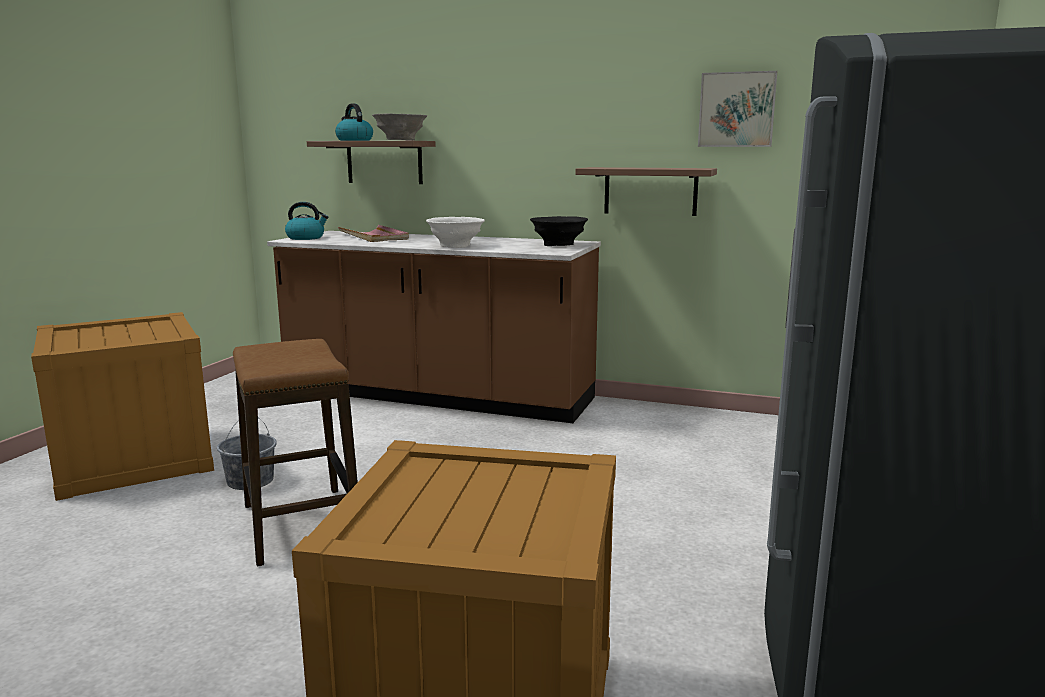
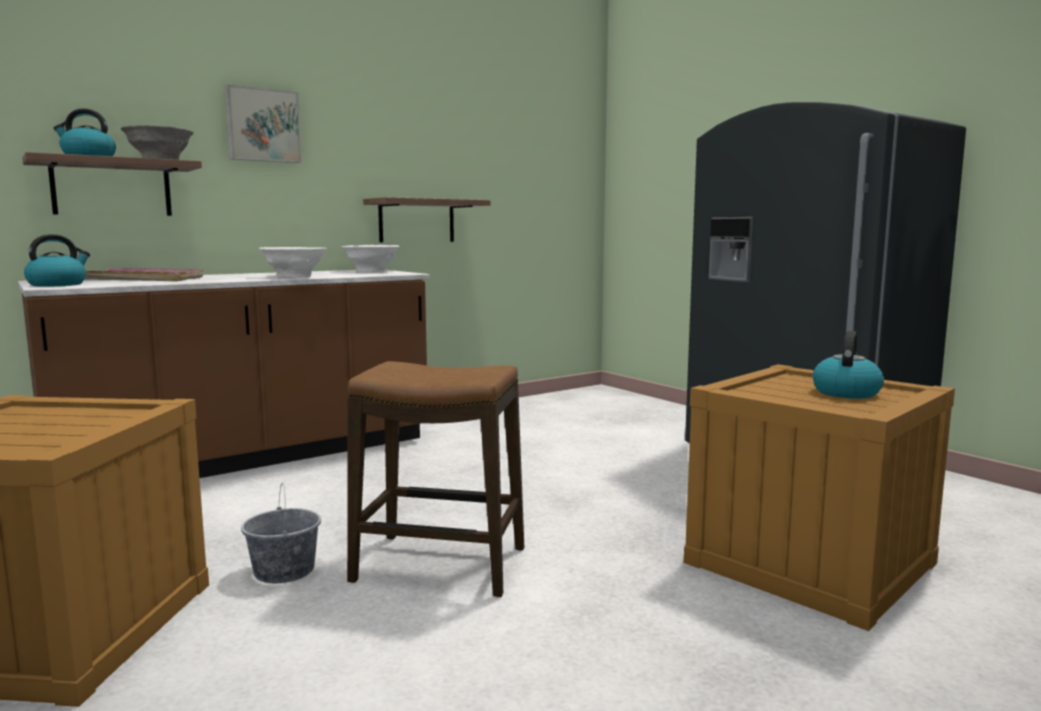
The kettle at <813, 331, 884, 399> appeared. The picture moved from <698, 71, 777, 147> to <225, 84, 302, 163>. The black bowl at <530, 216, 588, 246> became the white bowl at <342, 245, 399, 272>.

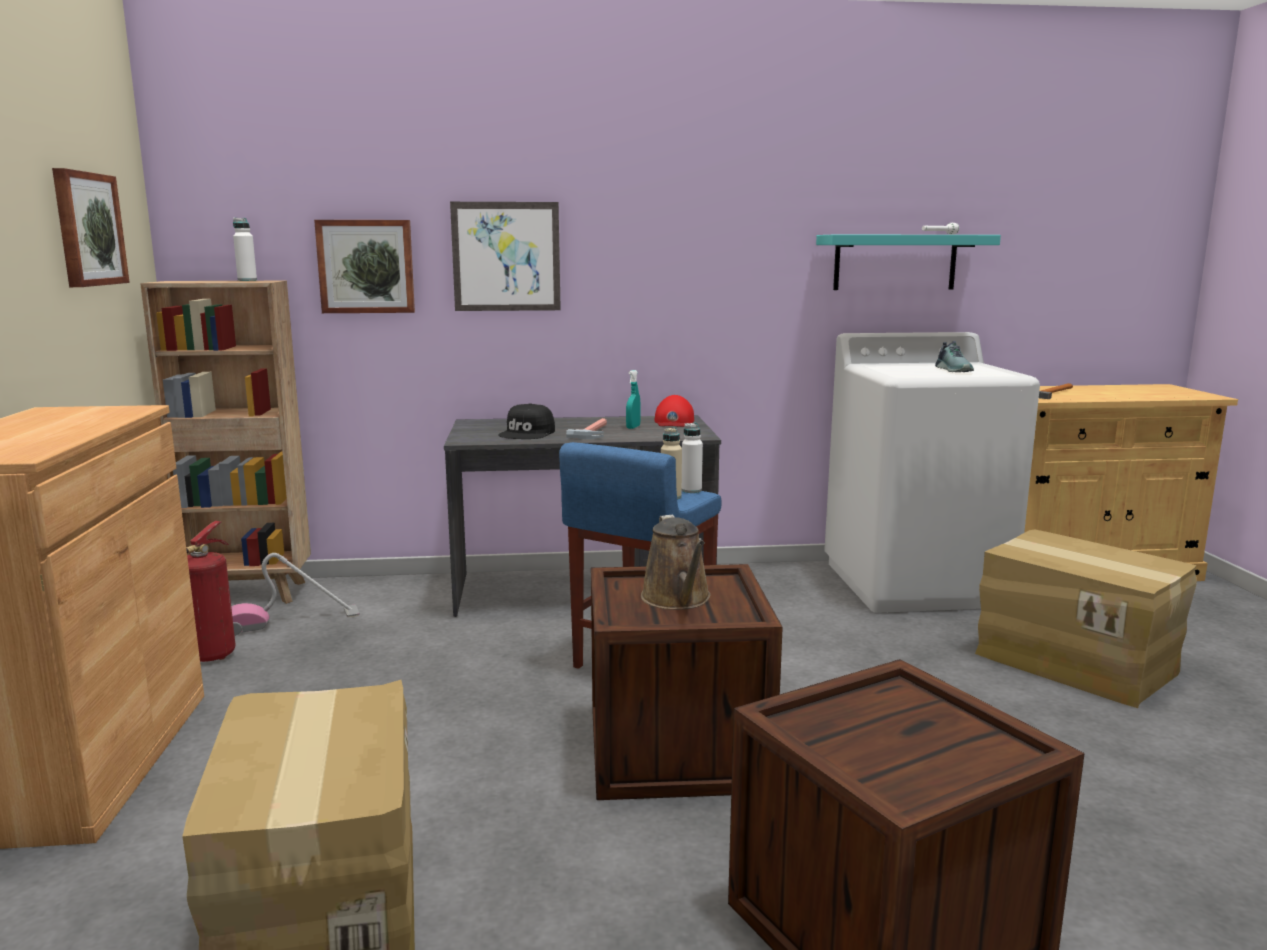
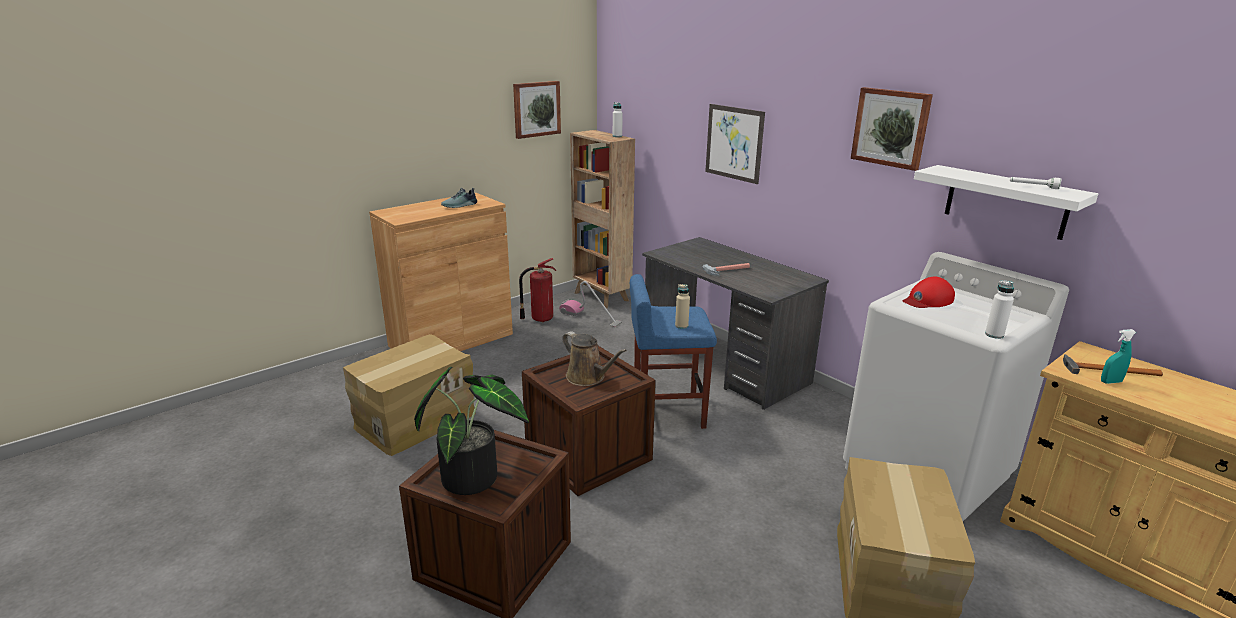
The black cap at <498, 403, 555, 439> disappeared. The potted plant at <414, 367, 529, 495> appeared. The picture moved from <314, 220, 415, 313> to <851, 87, 933, 171>. The turquoise spray bottle moved from <626, 370, 641, 429> to <1101, 329, 1136, 384>. The red cap moved from <654, 395, 694, 427> to <902, 277, 955, 308>. The white bottle moved from <682, 423, 703, 493> to <985, 280, 1014, 339>. The shoe moved from <935, 341, 974, 372> to <441, 188, 477, 208>. The turquoise shelf at <816, 235, 1001, 290> became the white shelf at <914, 165, 1098, 240>. The brown watering can at <641, 515, 711, 610> turned 90 degrees counterclockwise.

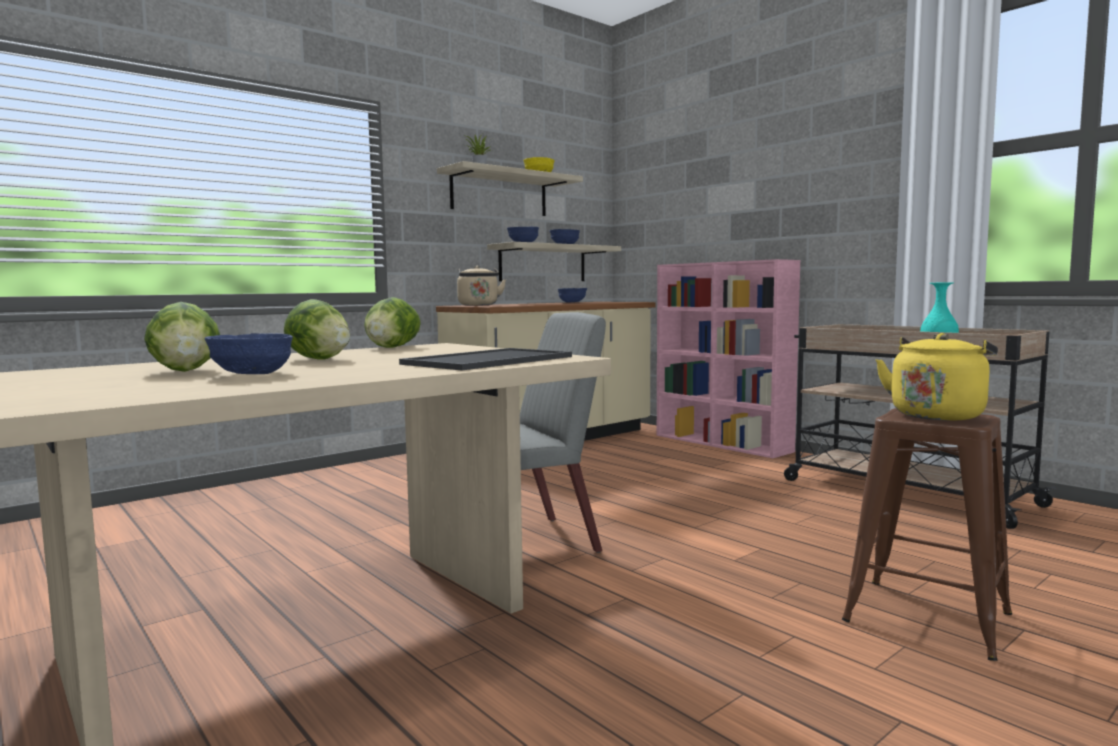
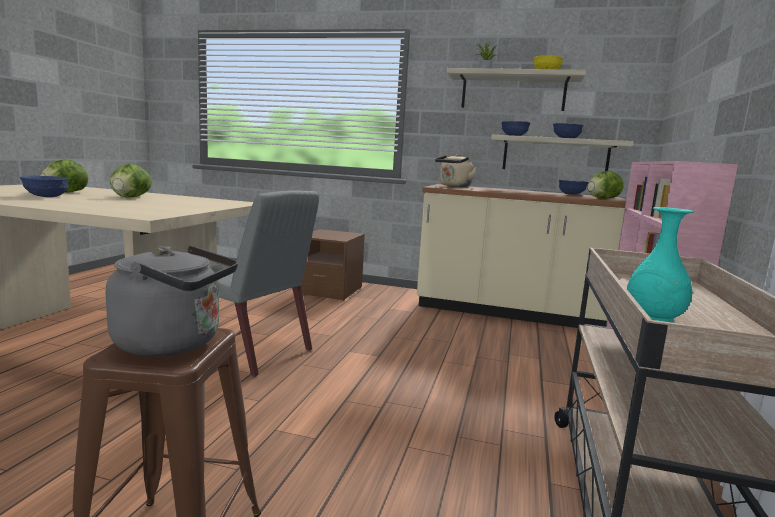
The tray at <399, 348, 572, 370> disappeared. The brown nightstand at <301, 229, 365, 301> appeared. The lettuce moved from <364, 297, 421, 348> to <587, 171, 624, 199>. The yellow kettle at <876, 333, 998, 421> became the grey kettle at <106, 245, 238, 356>.

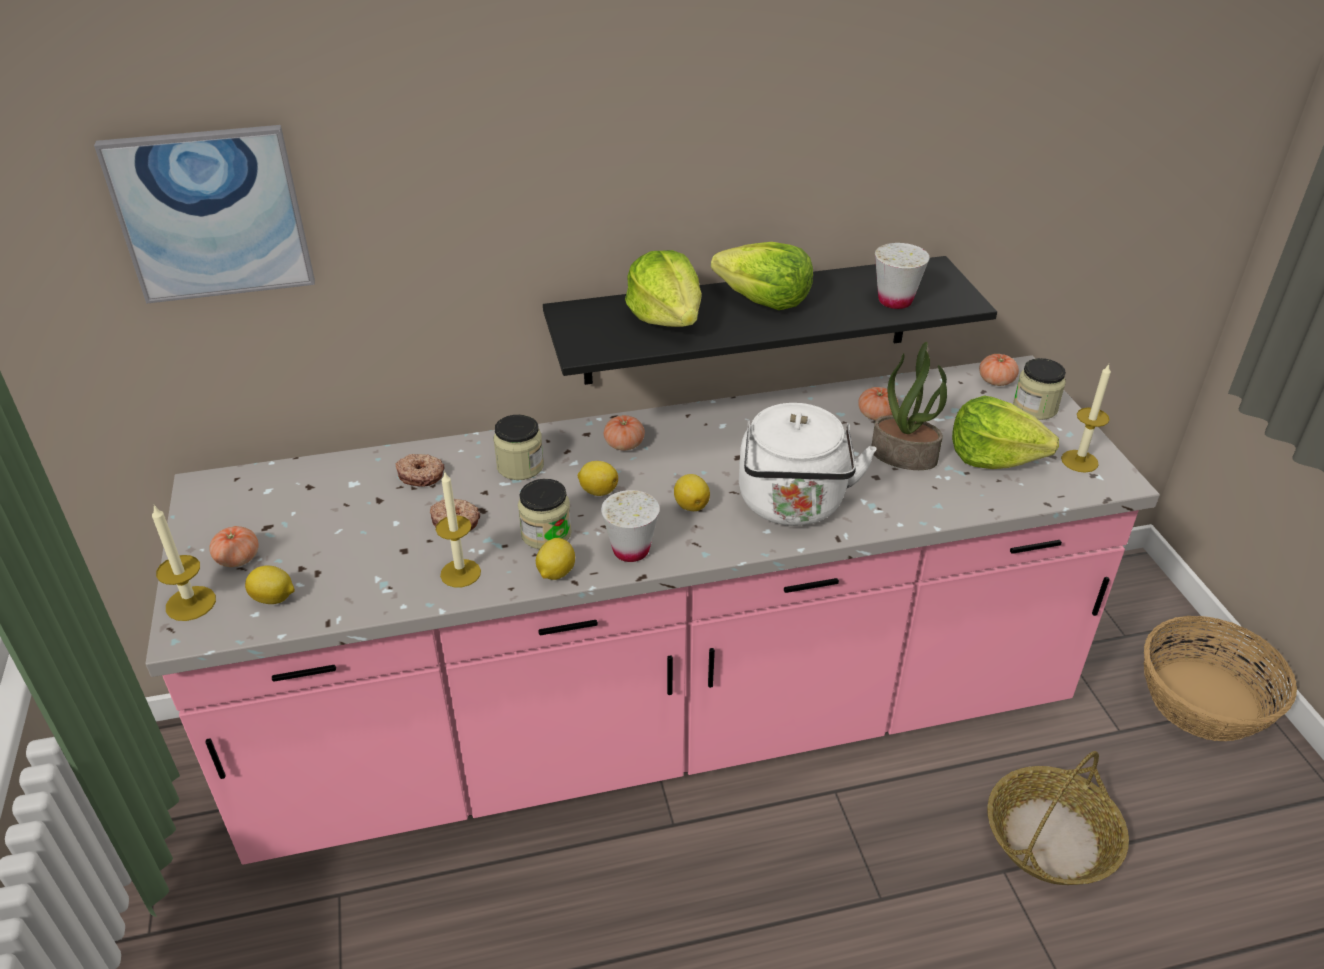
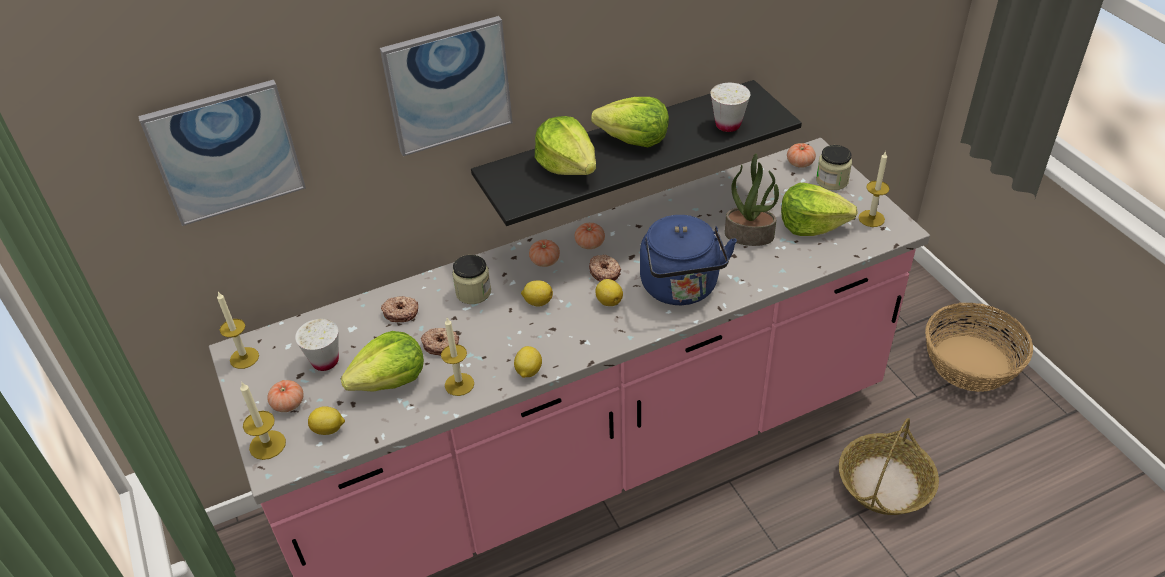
The jar at <518, 479, 572, 549> disappeared. The candle at <217, 292, 259, 369> appeared. The lettuce at <341, 331, 424, 392> appeared. The picture at <380, 16, 513, 156> appeared. The donut at <589, 255, 621, 282> appeared. The white cup moved from <601, 490, 659, 562> to <295, 319, 339, 371>. The tomato moved from <858, 387, 898, 420> to <575, 223, 605, 249>. The white kettle at <739, 403, 877, 526> became the blue kettle at <640, 215, 737, 305>.

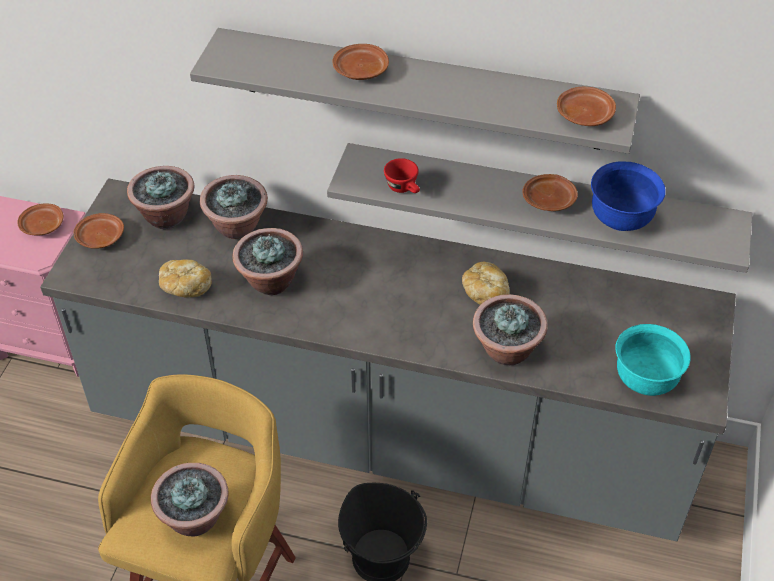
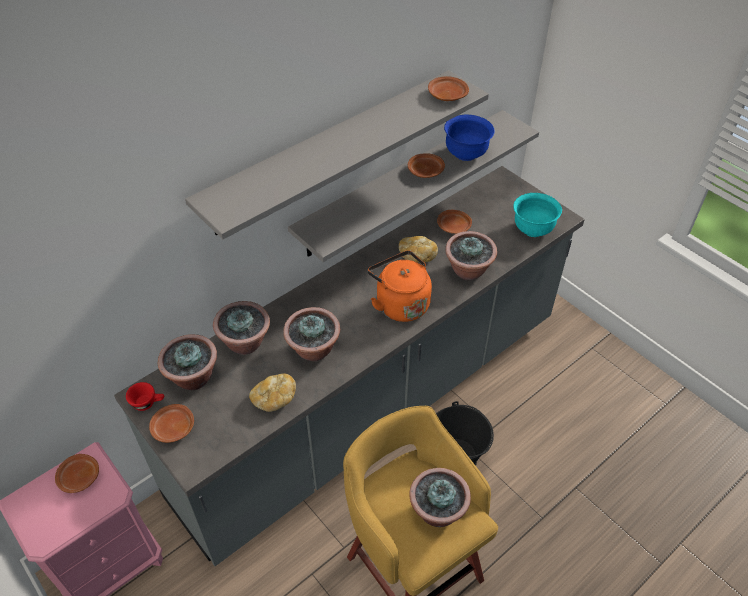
The orange kettle at <368, 250, 432, 322> appeared. The brown plate moved from <332, 44, 389, 80> to <437, 210, 472, 234>. The red cup moved from <384, 158, 420, 193> to <126, 382, 164, 411>.

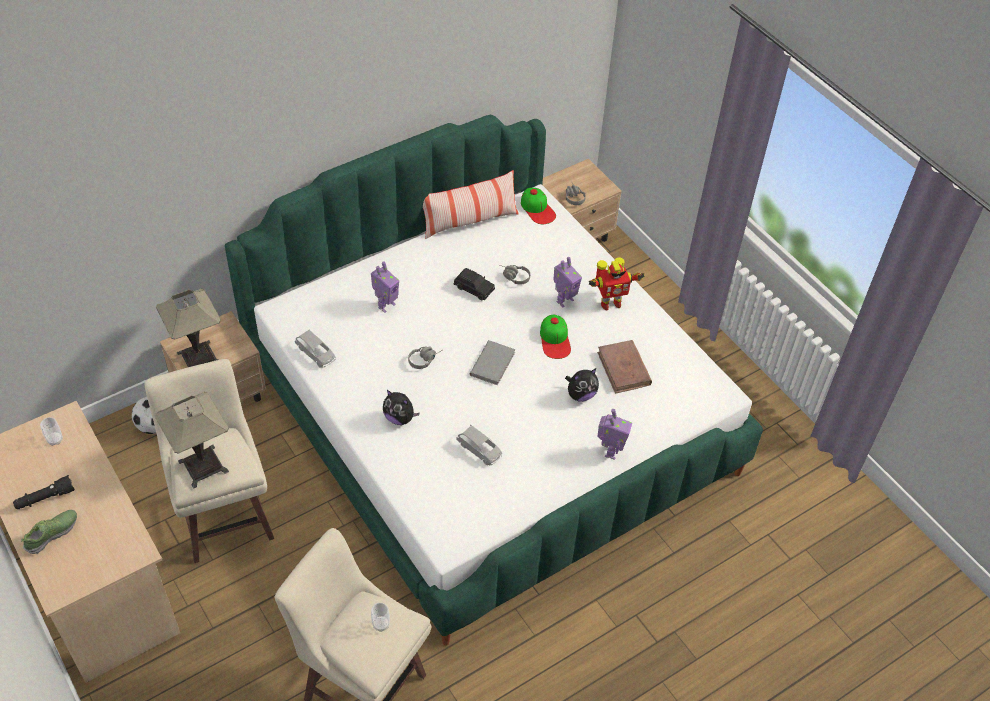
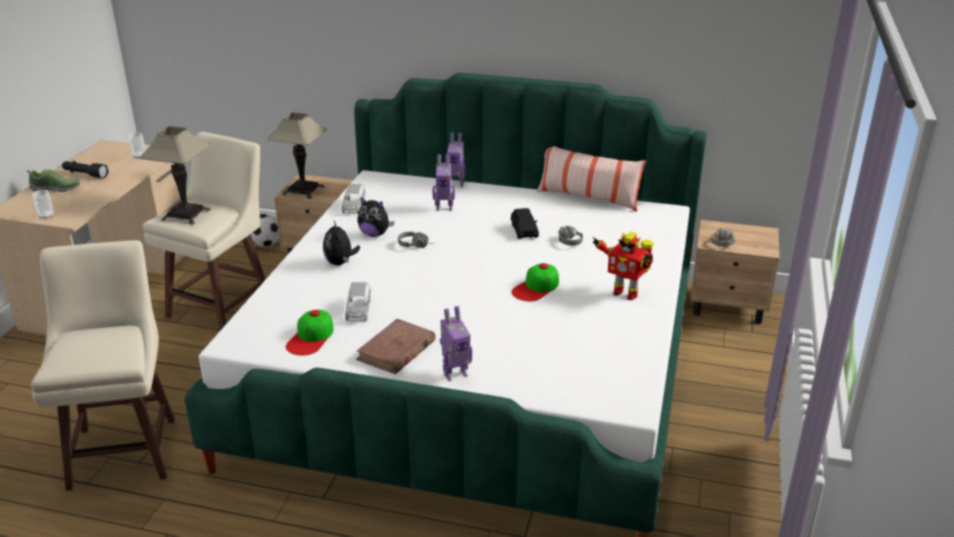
The grey book at <470, 340, 515, 385> disappeared. The cup moved from <371, 603, 390, 632> to <32, 190, 54, 220>. The cap moved from <521, 188, 556, 224> to <286, 310, 334, 356>. The toy robot moved from <553, 257, 582, 307> to <445, 133, 465, 187>. The plush toy moved from <565, 368, 599, 402> to <357, 197, 394, 237>. The brown book moved from <597, 340, 652, 394> to <356, 319, 436, 374>.

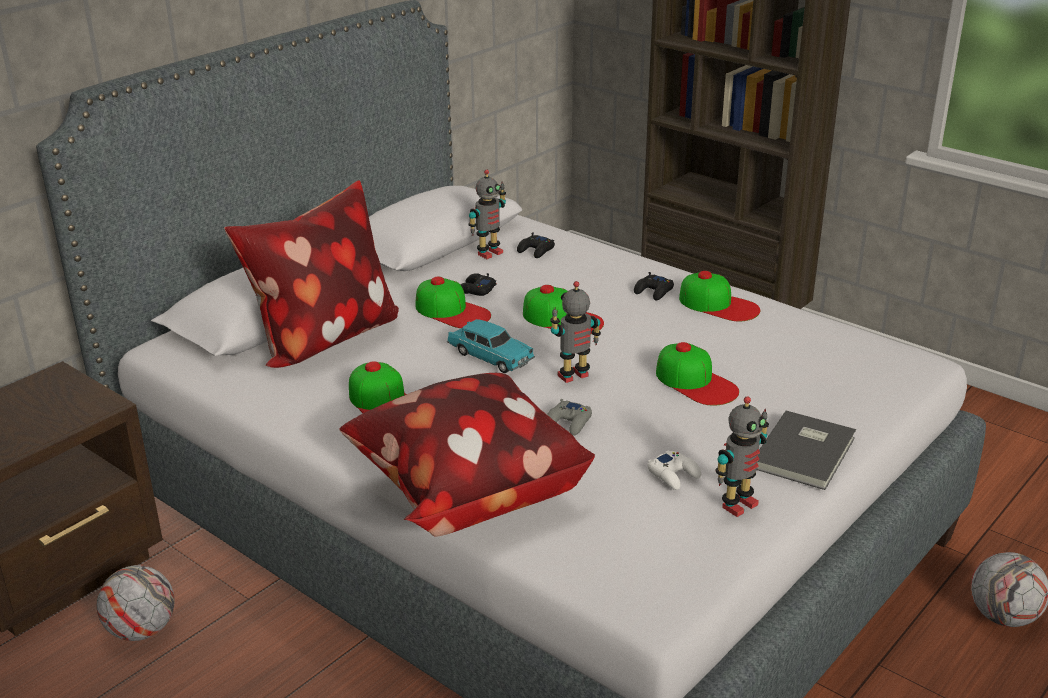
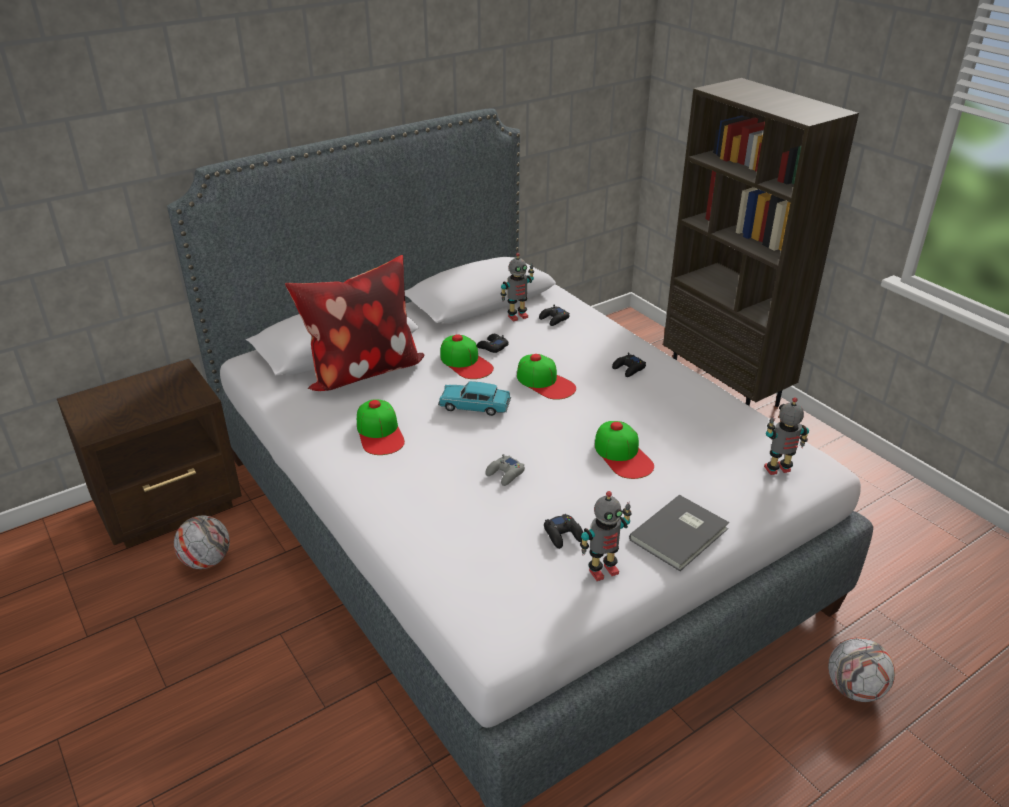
The pillow at <339, 373, 595, 537> disappeared. The cap at <679, 271, 760, 321> disappeared. The toy robot moved from <550, 281, 601, 383> to <764, 397, 809, 475>. The white game controller at <647, 450, 701, 490> became the black game controller at <544, 514, 583, 549>. The turquoise toy car at <447, 319, 535, 373> turned 135 degrees clockwise.

